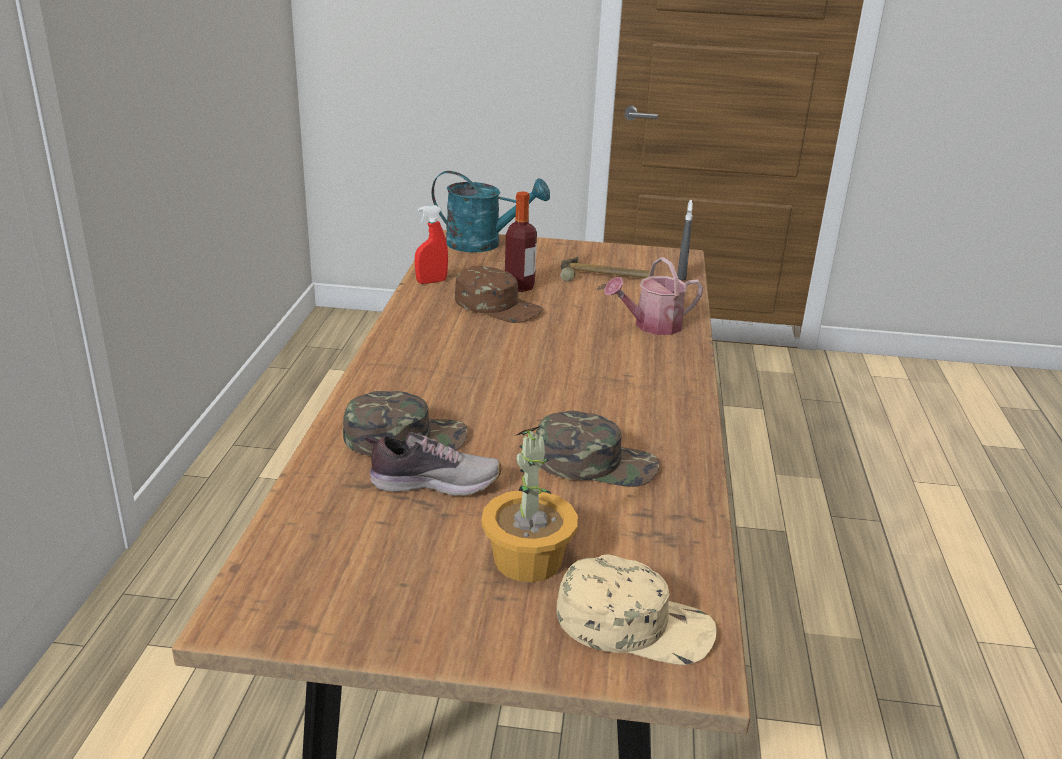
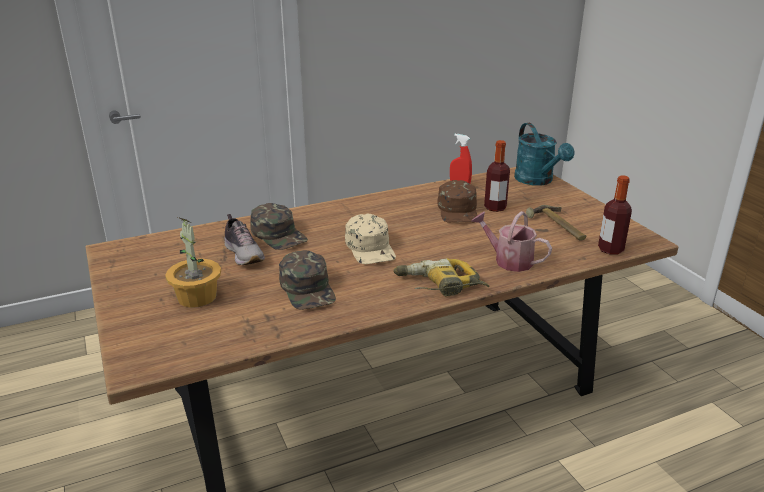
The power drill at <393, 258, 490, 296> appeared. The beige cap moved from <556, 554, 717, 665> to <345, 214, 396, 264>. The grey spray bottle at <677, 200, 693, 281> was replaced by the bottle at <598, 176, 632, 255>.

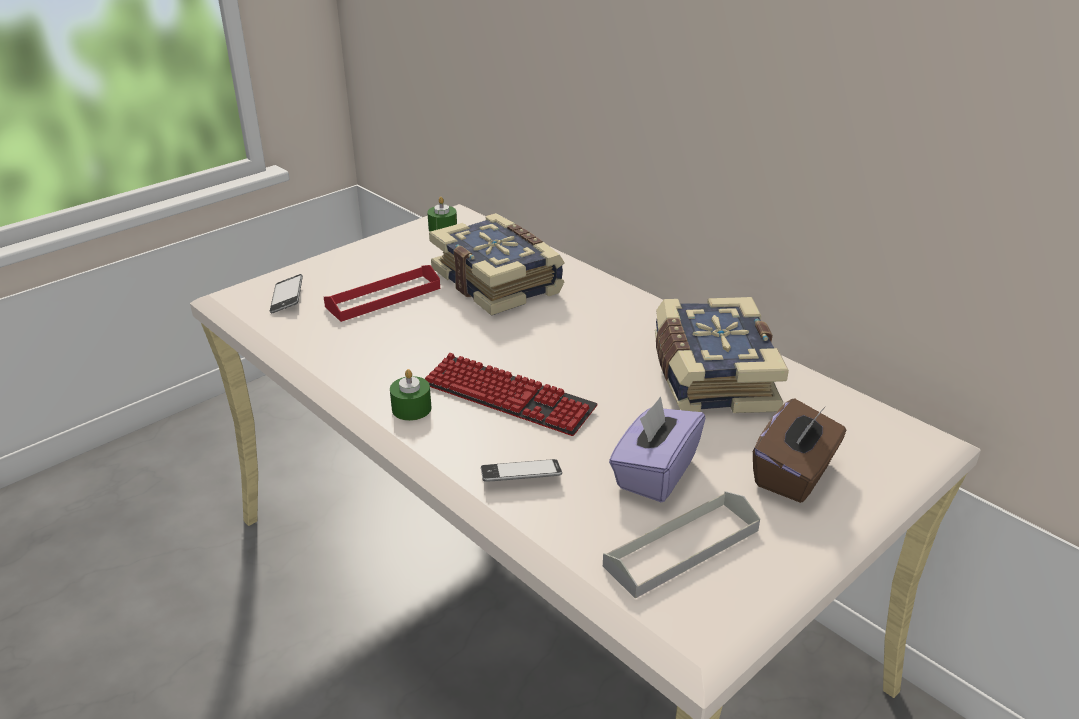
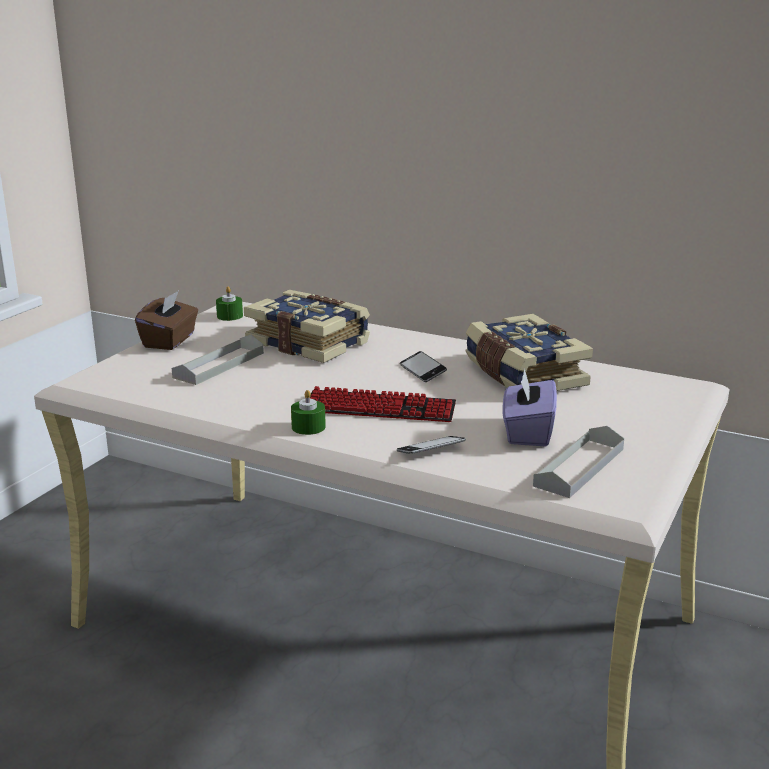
The phone moved from <270, 274, 303, 313> to <400, 351, 447, 382>. The brown tissue box moved from <753, 399, 846, 503> to <135, 290, 198, 350>. The red tray at <324, 265, 440, 322> became the grey tray at <172, 335, 264, 385>.

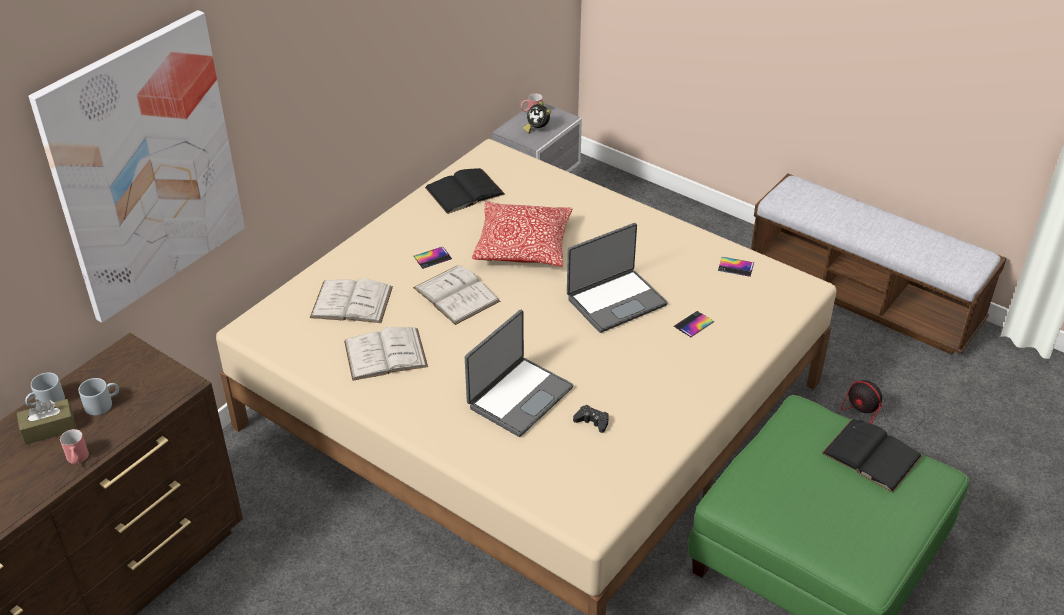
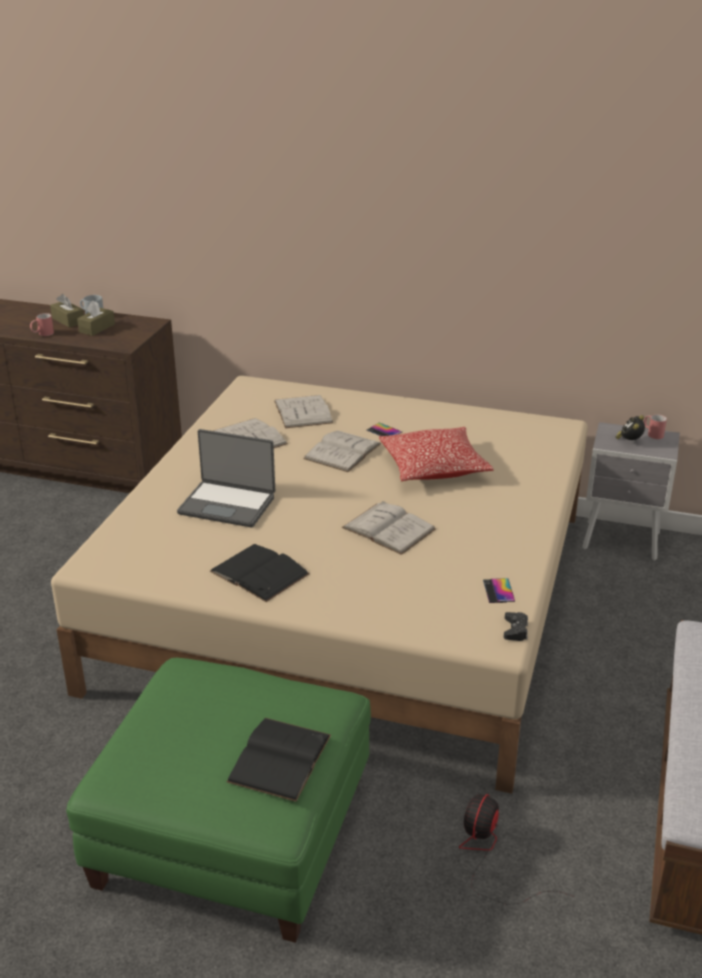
The picture at <29, 10, 245, 323> disappeared. The phone at <674, 311, 714, 337> disappeared. The black book moved from <425, 168, 505, 214> to <210, 544, 310, 602>. The black game controller moved from <573, 405, 609, 433> to <504, 612, 528, 641>. The grey mug at <78, 378, 119, 415> was replaced by the brown tissue box at <77, 301, 115, 336>. The laptop at <567, 223, 667, 333> was replaced by the white book at <342, 501, 436, 555>.

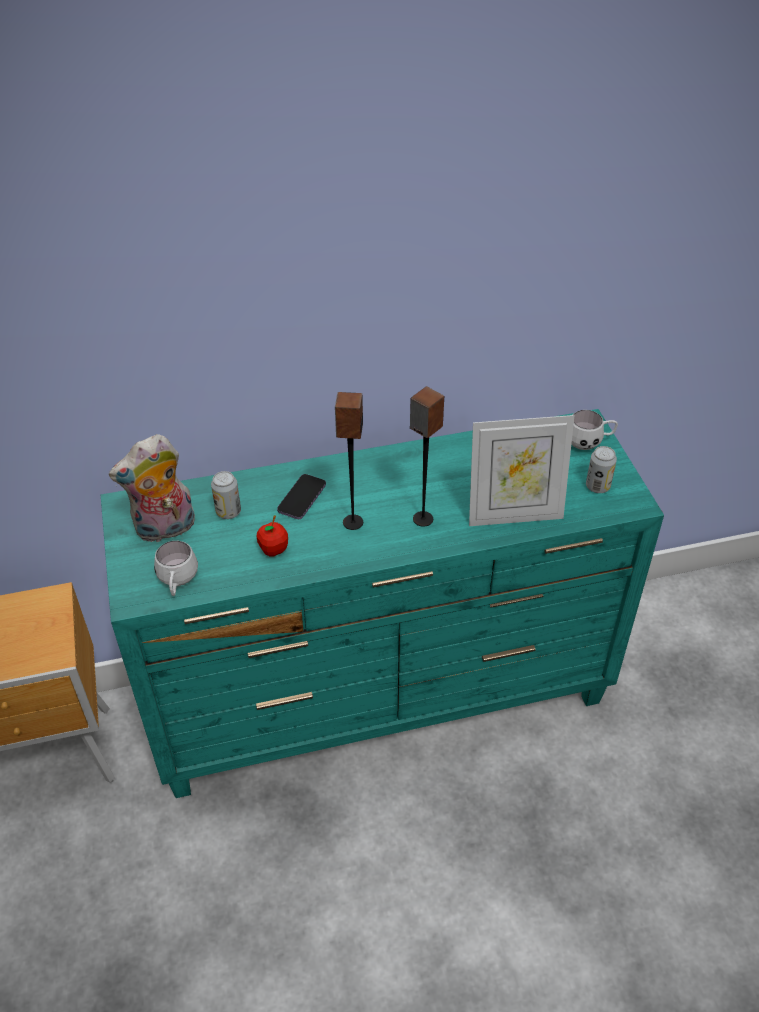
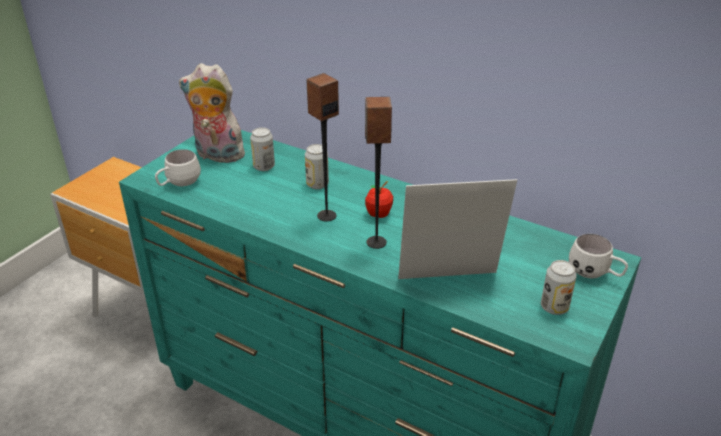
The apple moved from <257, 515, 288, 556> to <365, 181, 393, 218>. The phone at <277, 474, 326, 519> was replaced by the can at <305, 144, 329, 189>. The picture frame at <469, 415, 574, 526> turned 135 degrees clockwise.

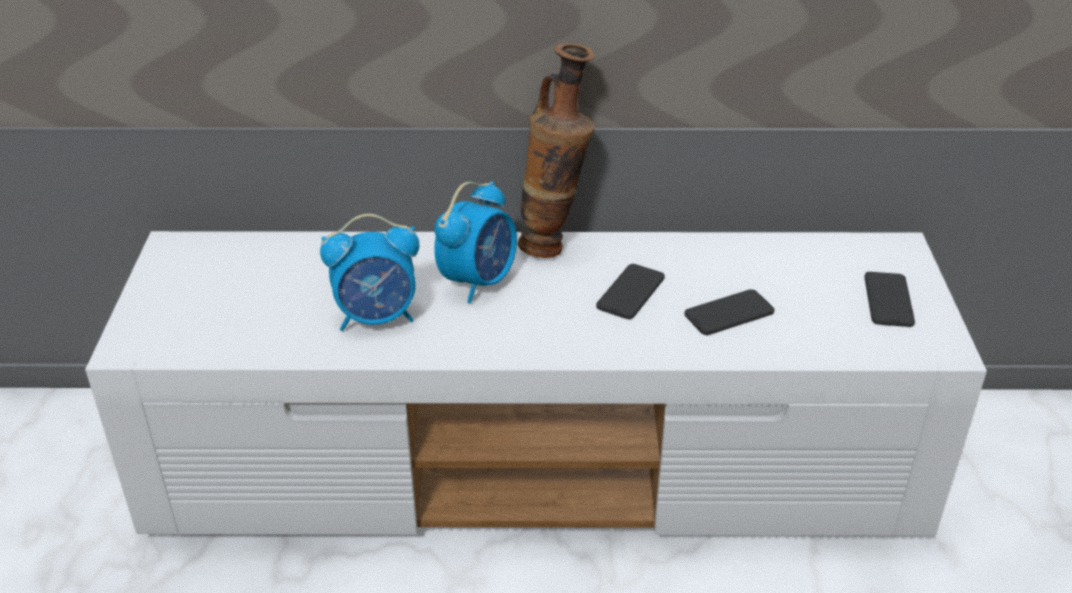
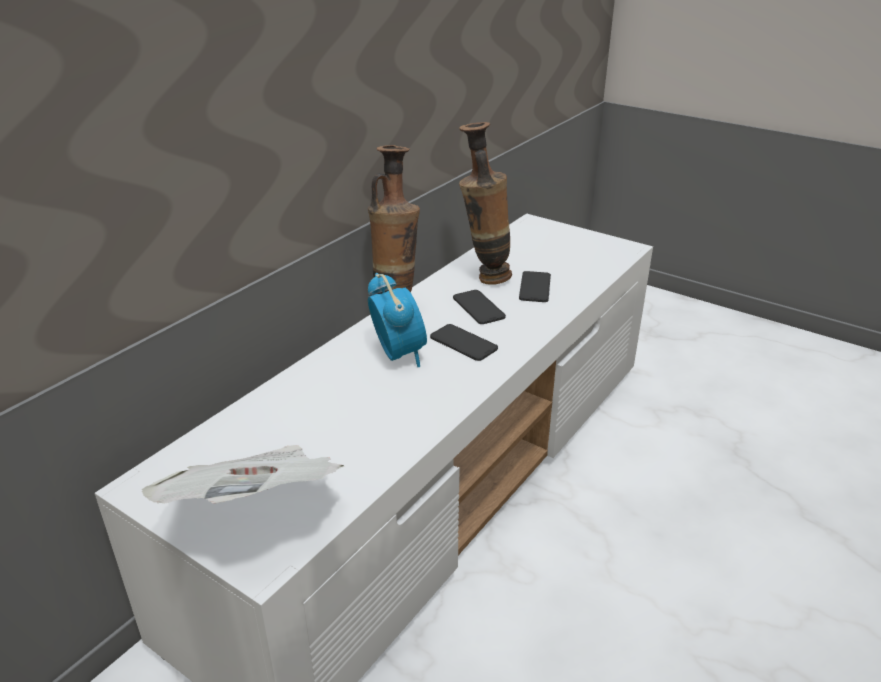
The alarm clock at <320, 214, 419, 331> disappeared. The newspaper at <142, 445, 344, 504> appeared. The vase at <459, 122, 512, 285> appeared. The phone moved from <864, 272, 915, 327> to <430, 324, 498, 361>.

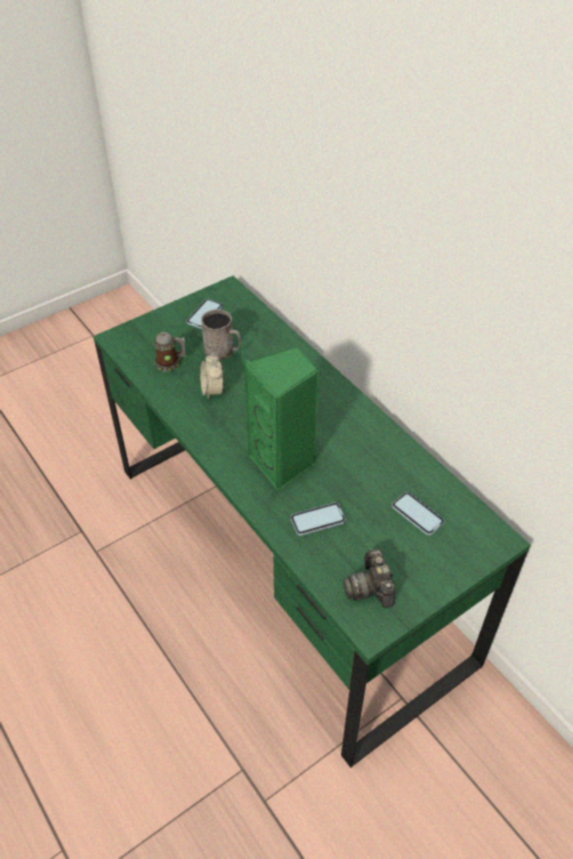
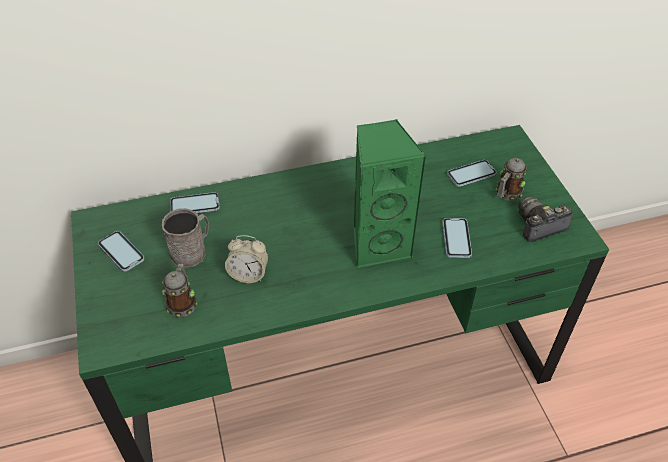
The phone at <170, 192, 220, 213> appeared. The mug at <496, 158, 527, 201> appeared. The photo camera at <343, 549, 395, 608> turned 150 degrees clockwise.

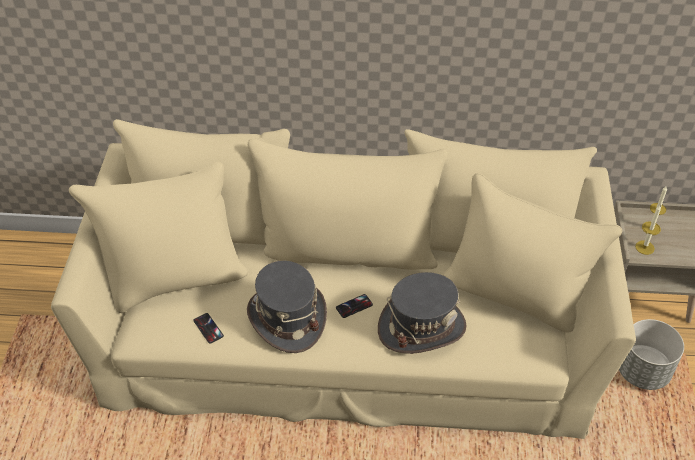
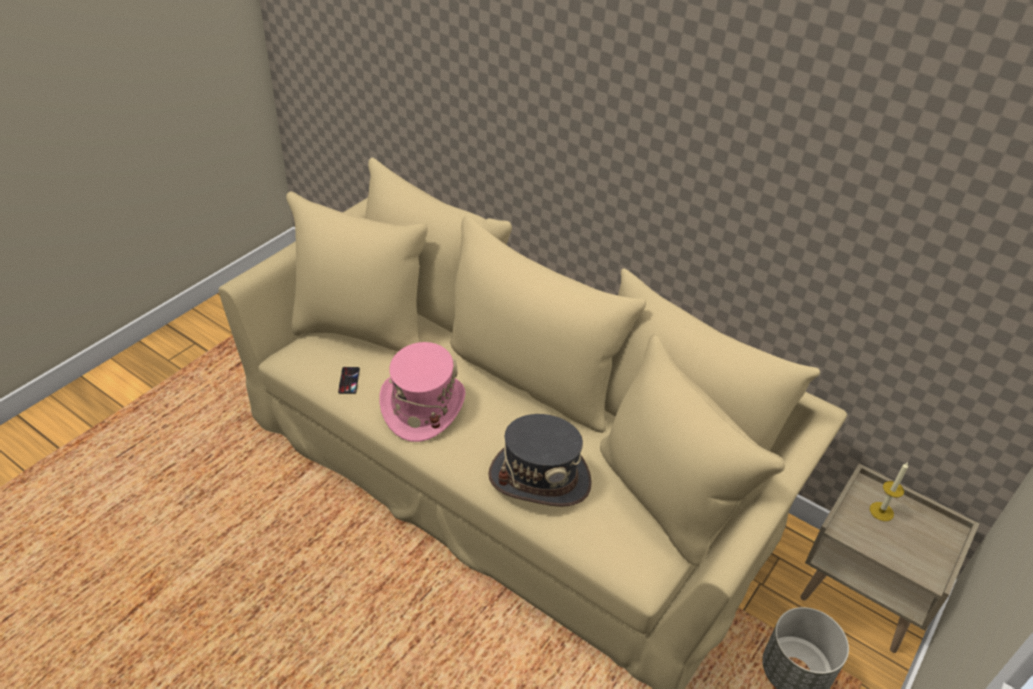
The phone at <336, 294, 373, 318> disappeared. The candle at <635, 206, 661, 255> disappeared. The grey hat at <247, 261, 327, 353> became the pink hat at <379, 342, 466, 442>.

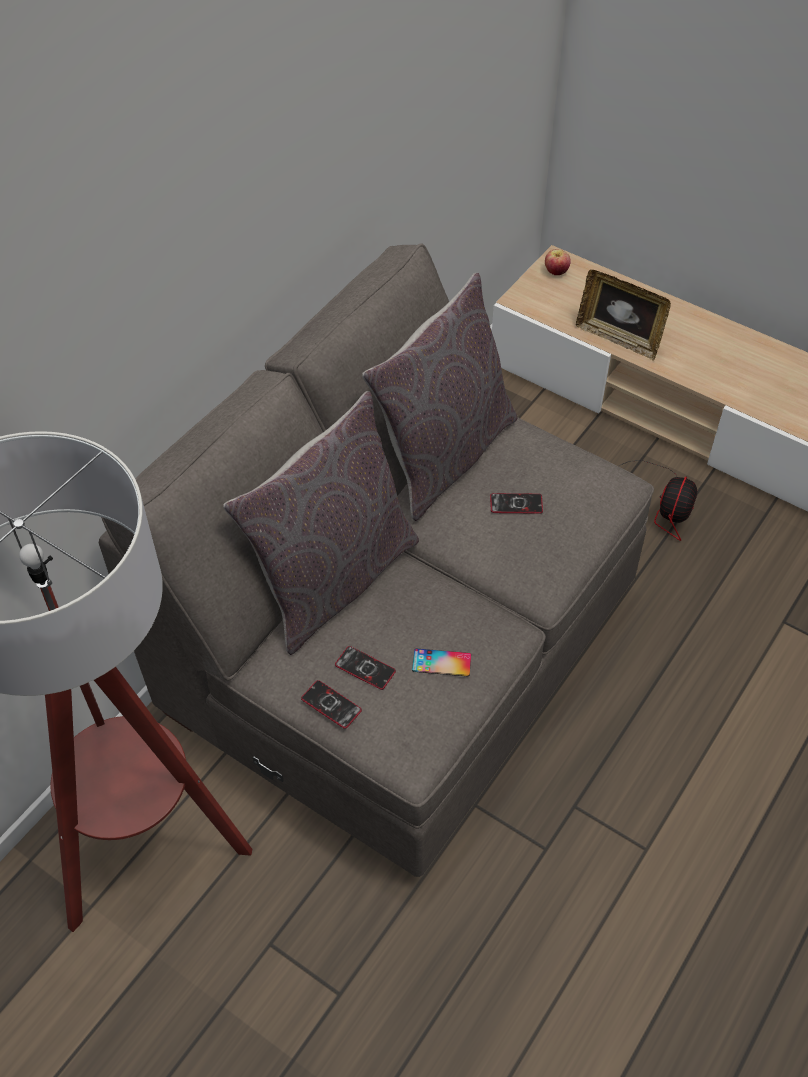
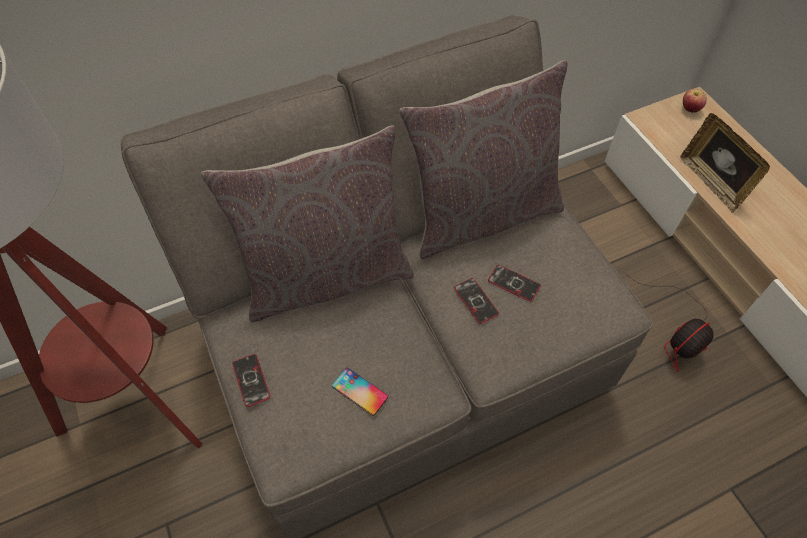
The phone moved from <335, 646, 396, 690> to <454, 278, 499, 324>.

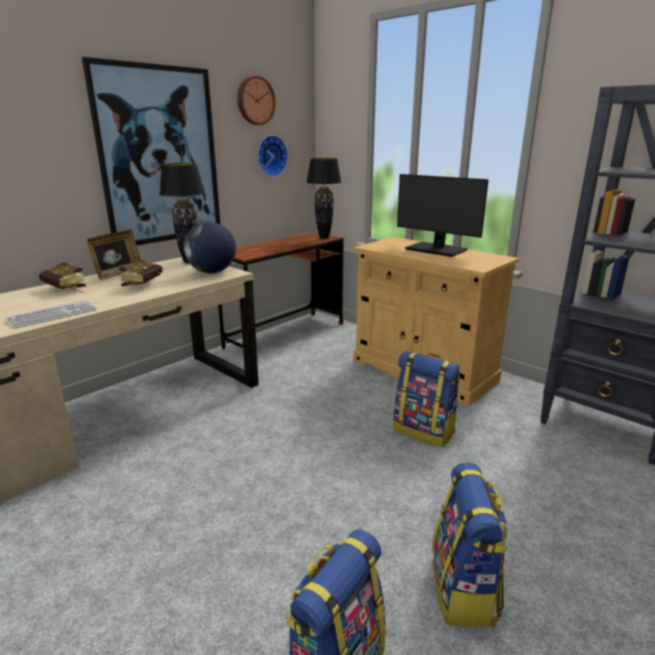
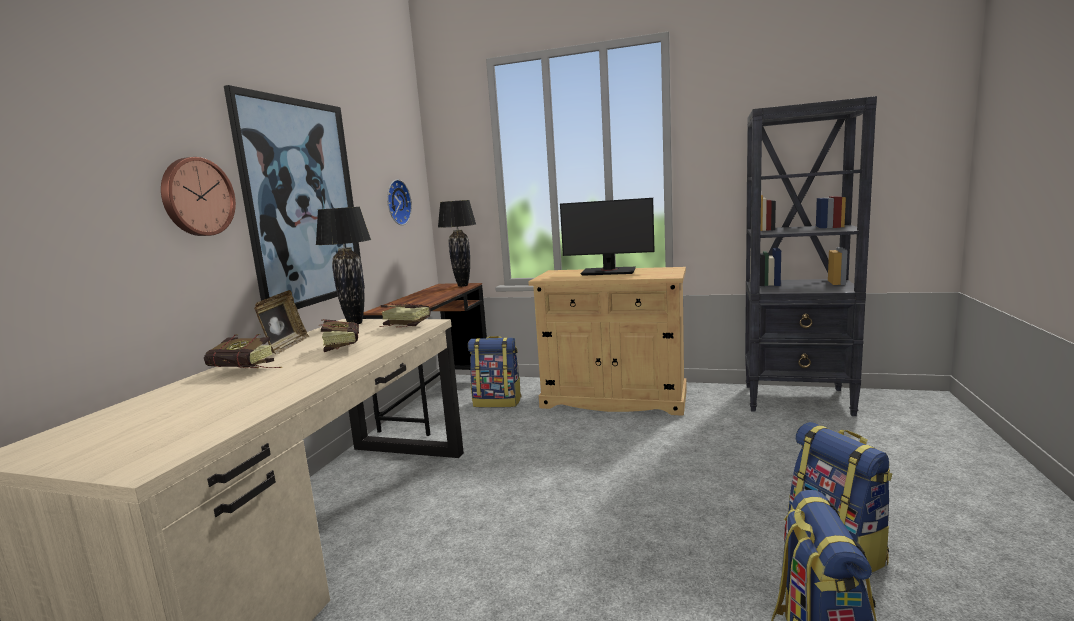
The keyboard at <5, 300, 97, 329> disappeared. The wall clock moved from <237, 76, 276, 125> to <161, 157, 236, 236>. The backpack moved from <393, 351, 460, 447> to <468, 336, 522, 408>. The globe at <184, 222, 236, 273> was replaced by the book at <379, 303, 430, 327>.

